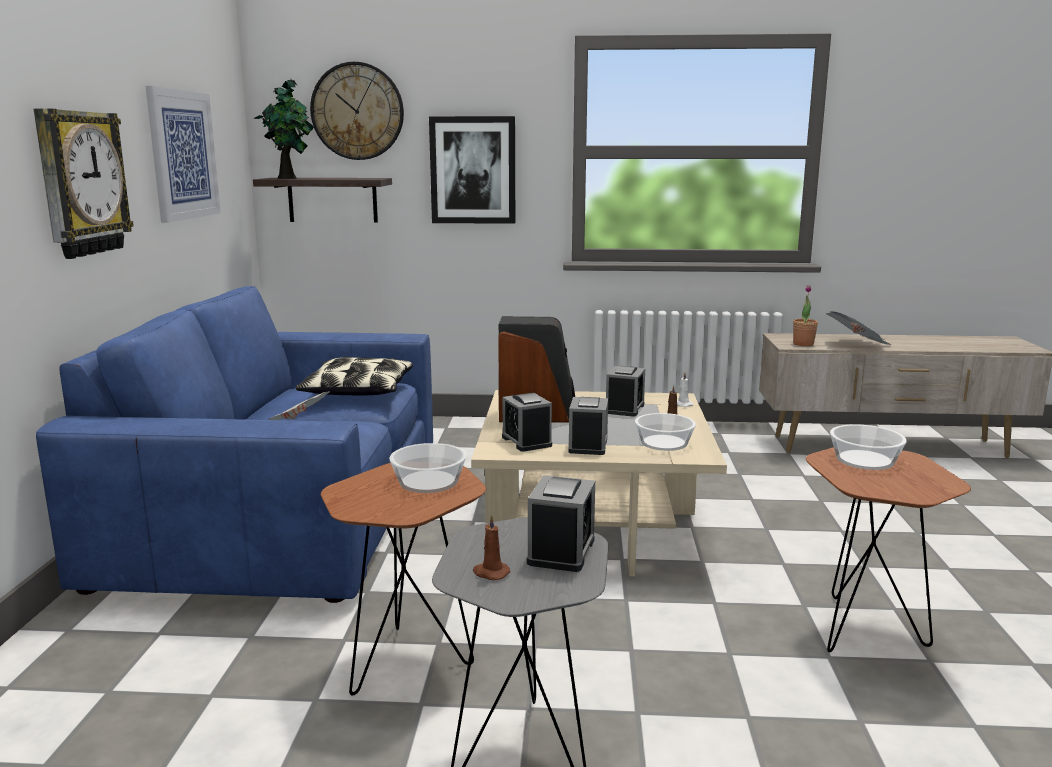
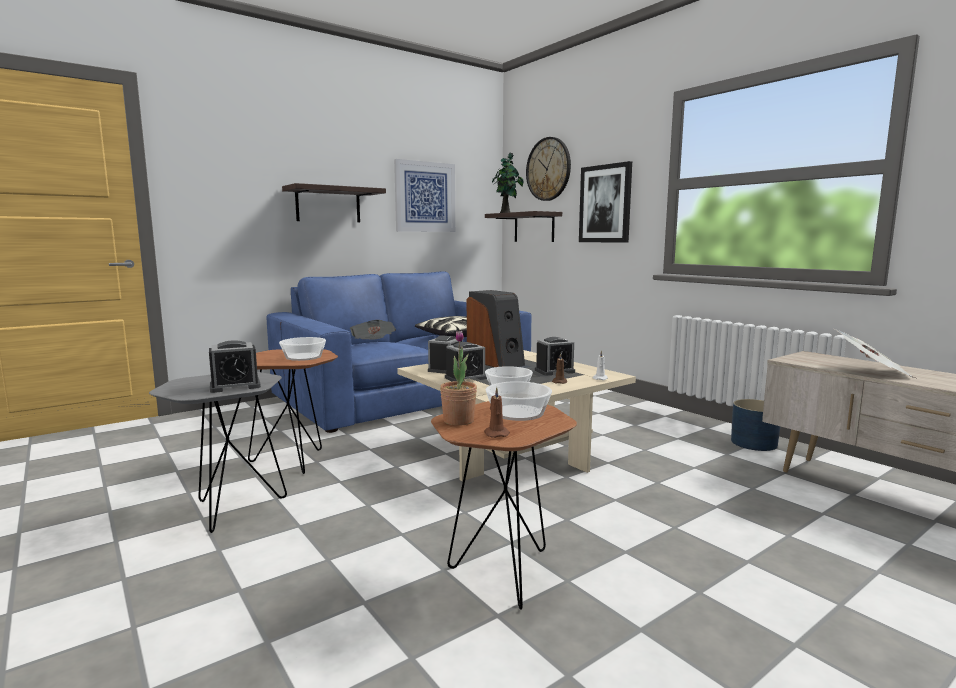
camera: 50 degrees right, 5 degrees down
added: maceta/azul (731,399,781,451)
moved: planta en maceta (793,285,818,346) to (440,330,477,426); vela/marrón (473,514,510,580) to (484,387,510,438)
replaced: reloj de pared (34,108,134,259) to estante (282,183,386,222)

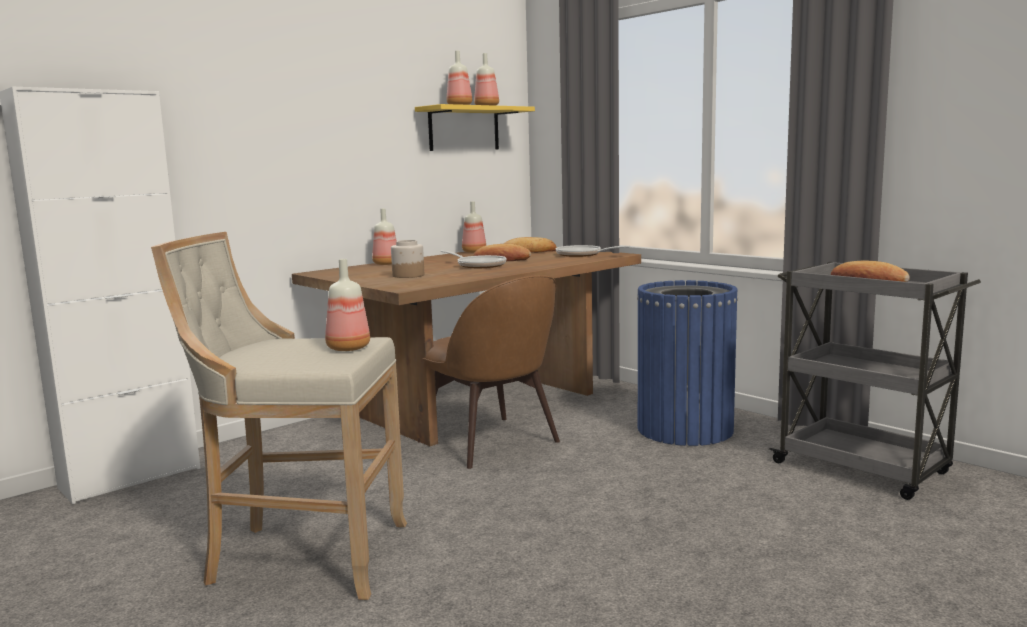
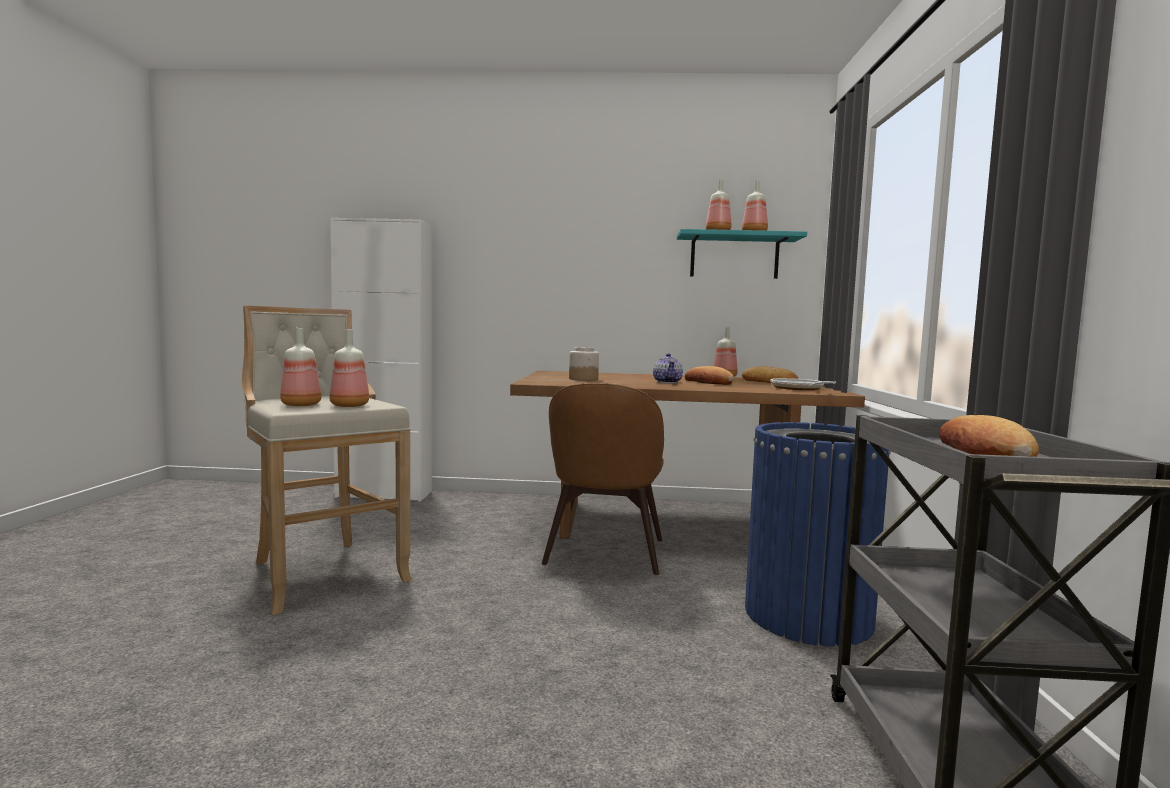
camera: 45 degrees right, 5 degrees down
moved: botella (372,208,397,265) to (280,328,321,406)
replaced: sartén (441,250,506,268) to tetera (653,353,683,383)
recoloured: estante/amarillo (415,104,535,151) to estante/turquesa (677,229,807,279)

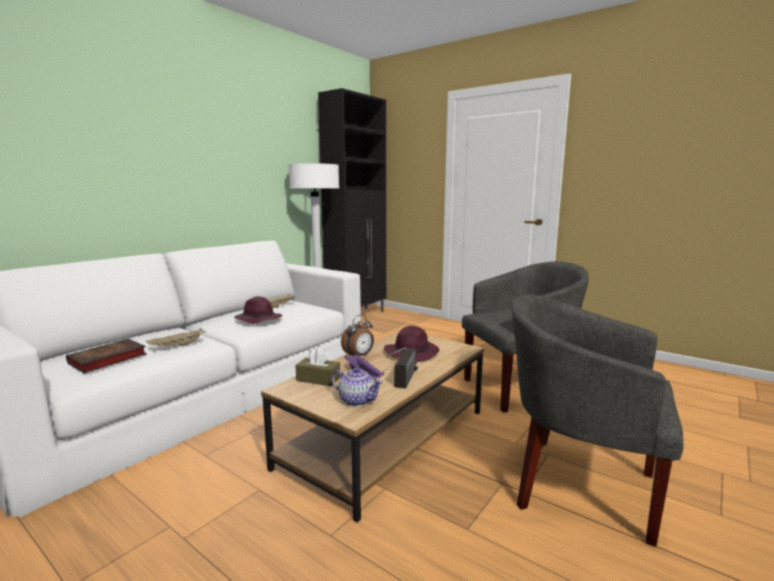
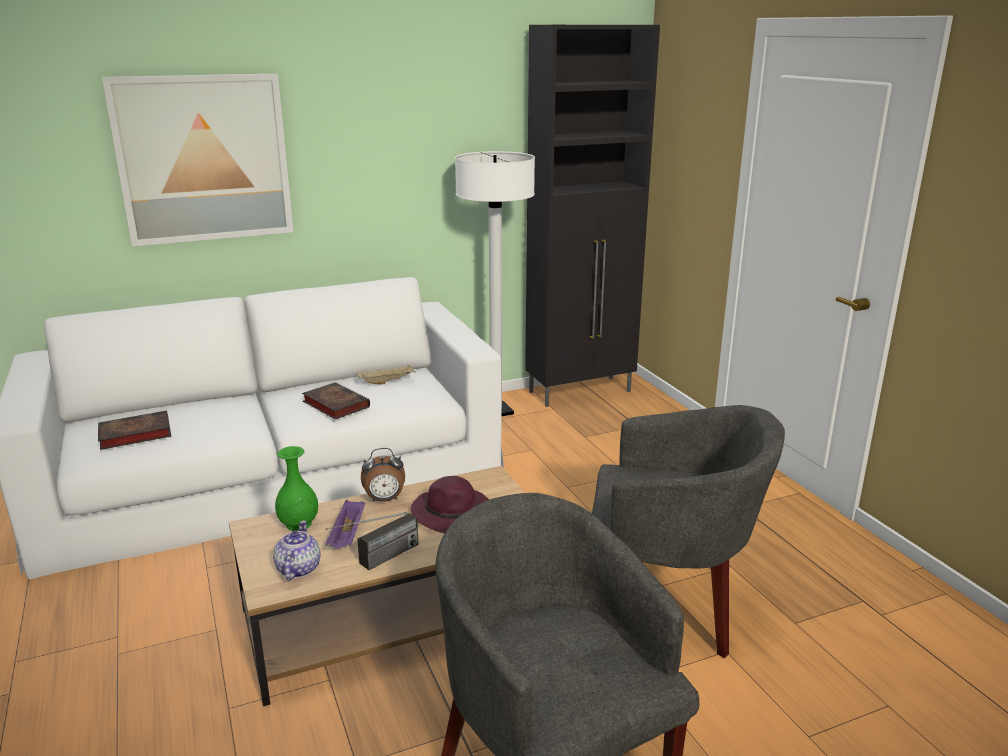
camera: 30 degrees right, 10 degrees up
removed: bandeja/beis (146,328,205,346)
added: cuadro (102,74,294,246)
replaced: sombrero/morado (234,296,283,324) to libro (302,382,370,419); caja de pañuelos/marrón (295,347,341,386) to florero/verde (275,446,318,531)
turned: tetera (332,367,383,407) = (273,521,321,580) 150 degrees counterclockwise

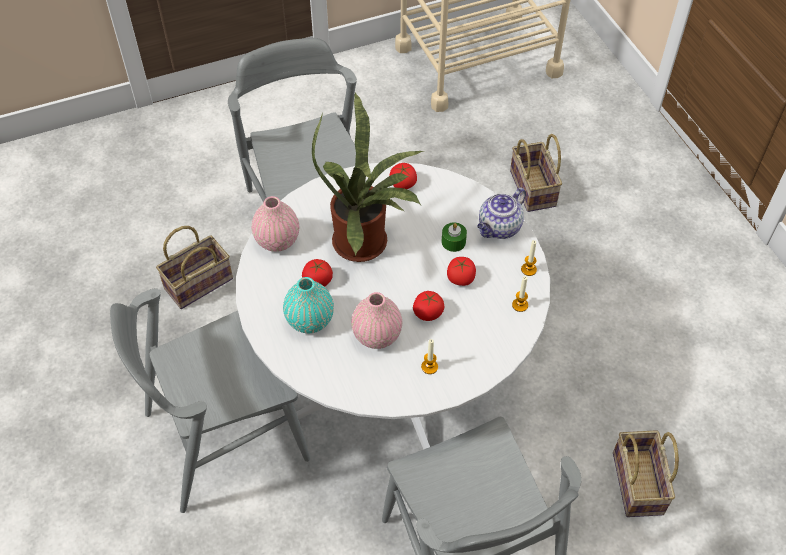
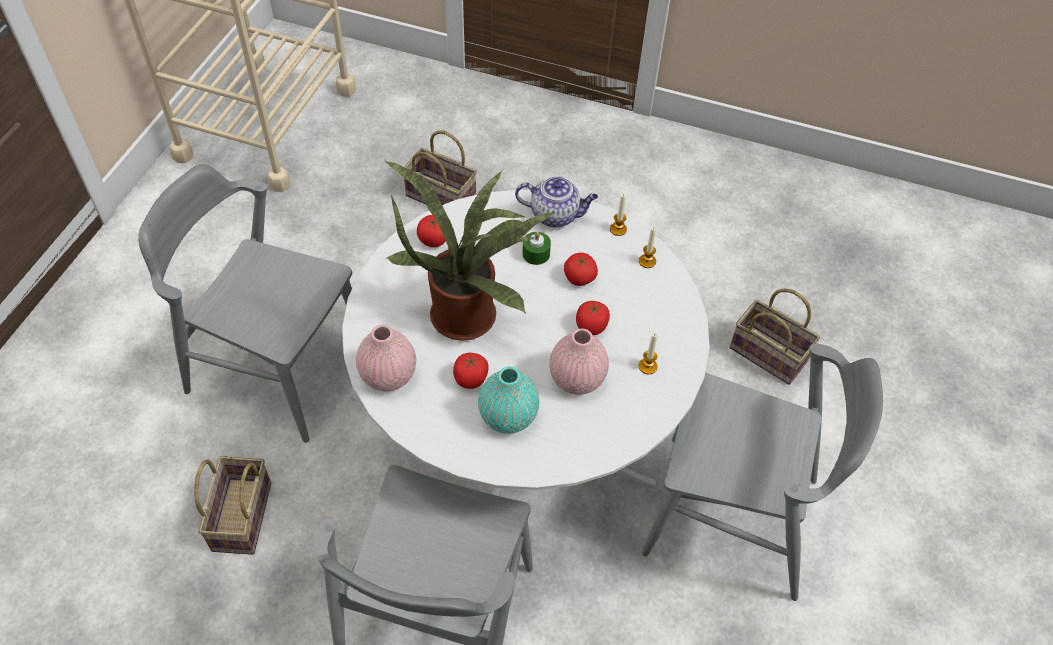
camera: 50 degrees left, 0 degrees up
turned: tetera (477,187,526,239) = (515,176,598,227) 75 degrees counterclockwise

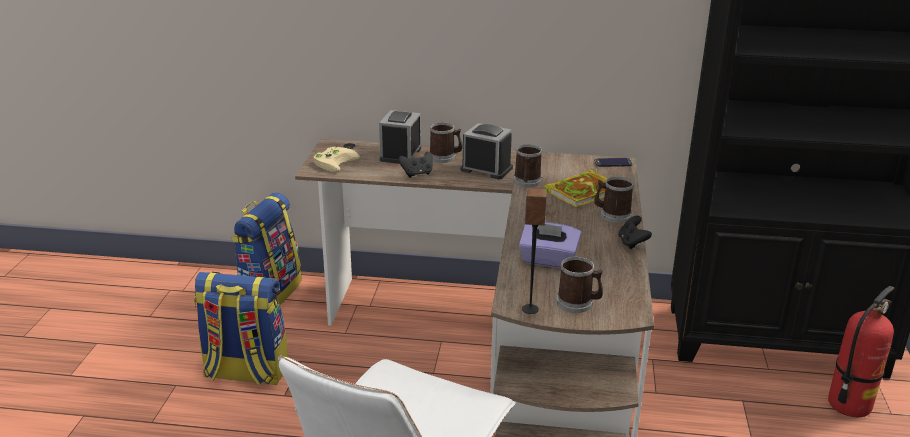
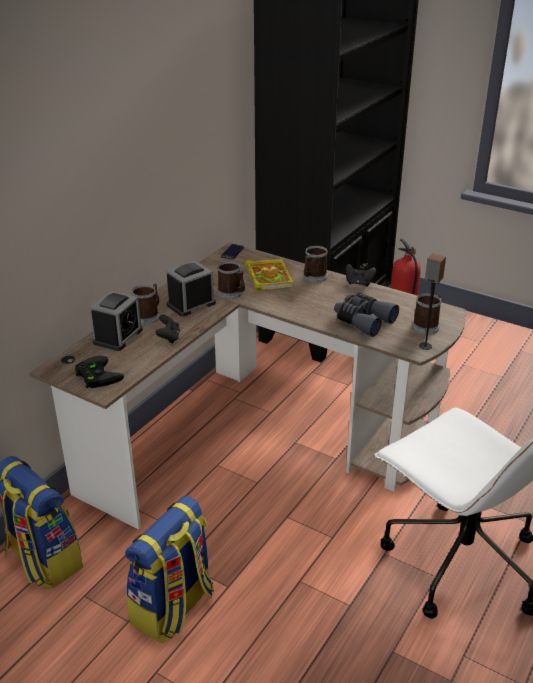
camera: 65 degrees left, 5 degrees up
replaced: caja de pañuelos/morado (519,222,581,269) to prismáticos/gris (334,292,399,337)
recoloured: mando de consola/beis (314,147,360,172) to mando de consola/negro (75,356,124,388)
turned: despertador (379,110,421,164) = (90,291,143,351) 105 degrees counterclockwise

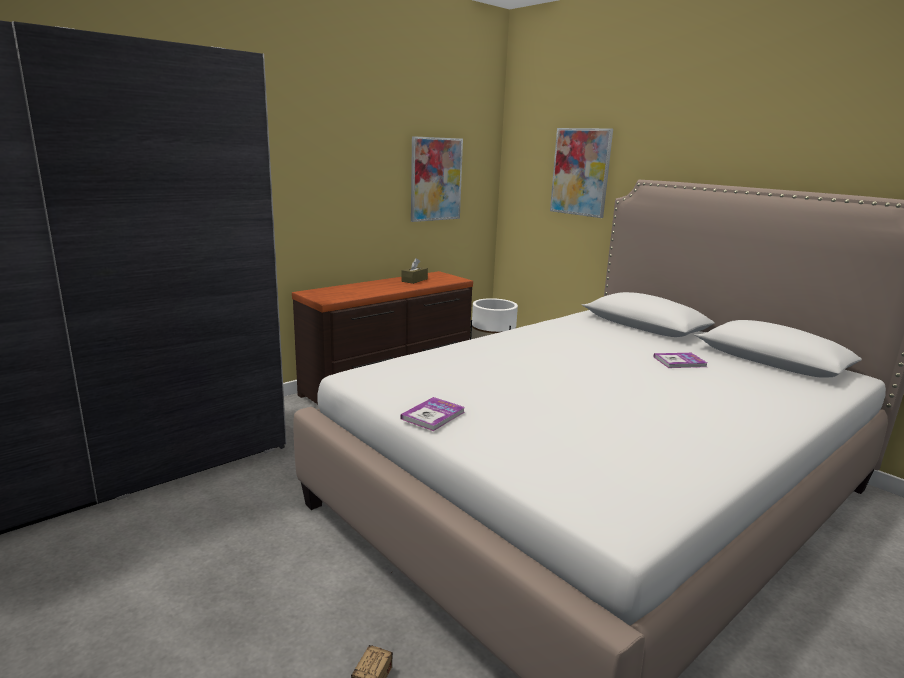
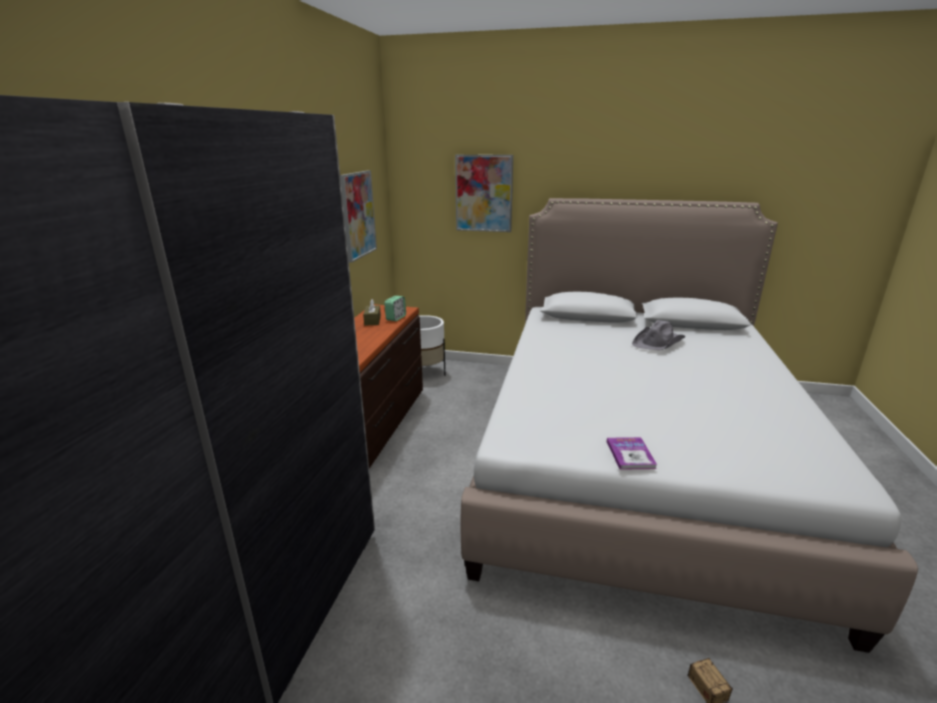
camera: 35 degrees left, 5 degrees up
added: despertador (384,296,406,321)
replaced: libro (653,353,707,368) to sombrero/gris (632,320,685,350)

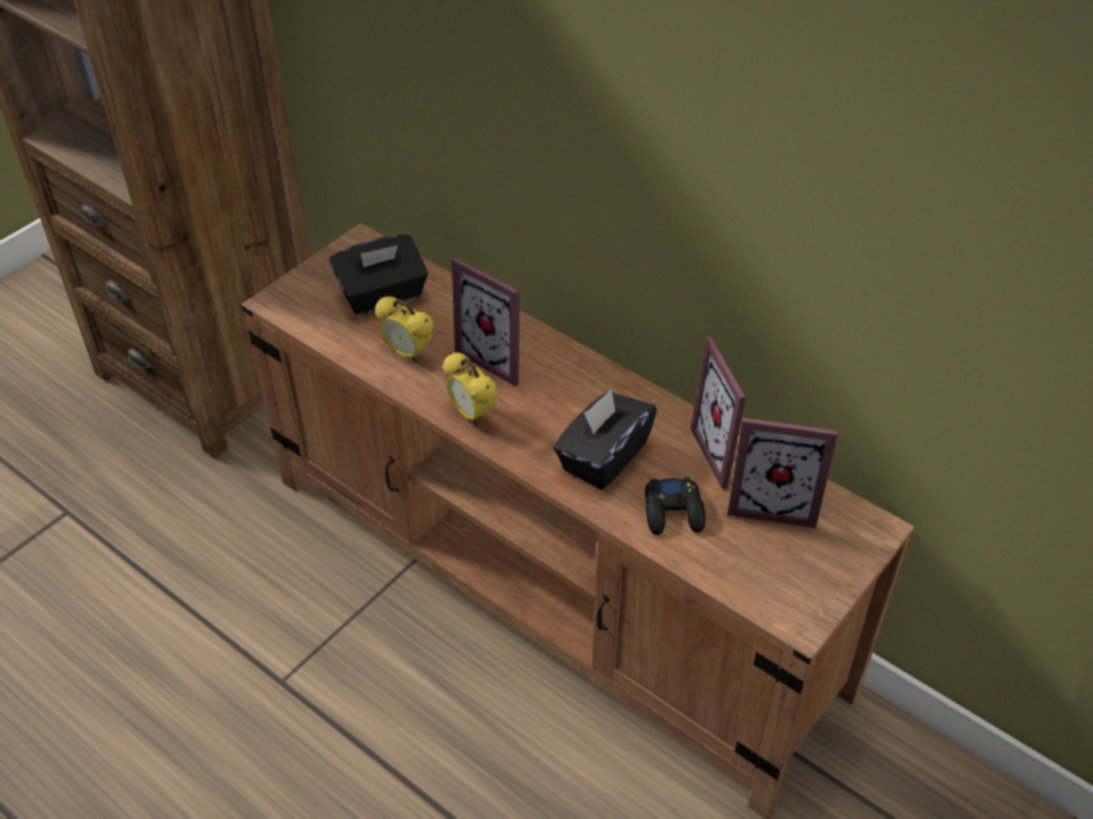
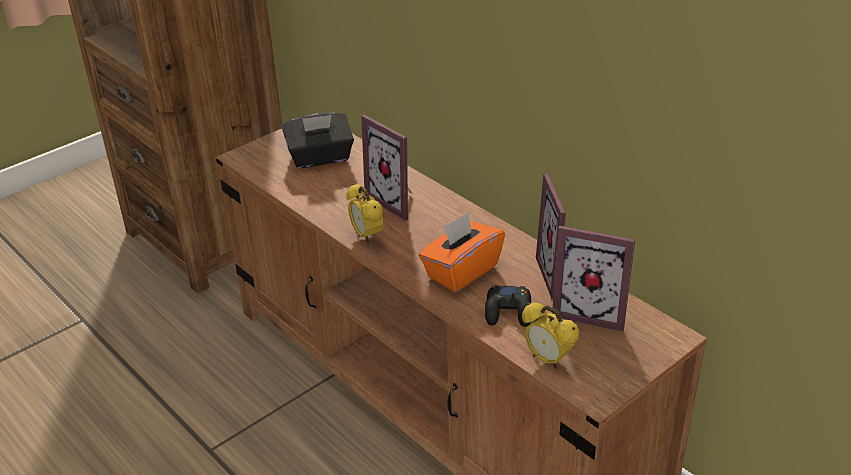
camera: 10 degrees right, 10 degrees down
moved: despertador (375,296,434,363) to (522,302,579,369)
recoloured: caja de pañuelos/negro (553,389,657,490) to caja de pañuelos/naranja (419,213,505,292)

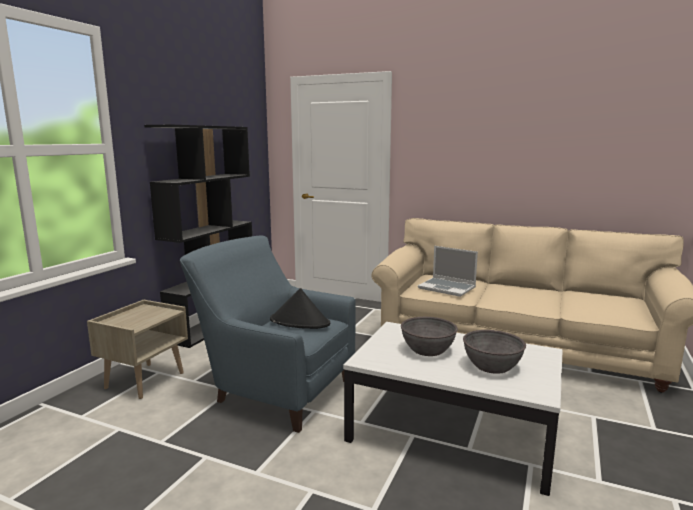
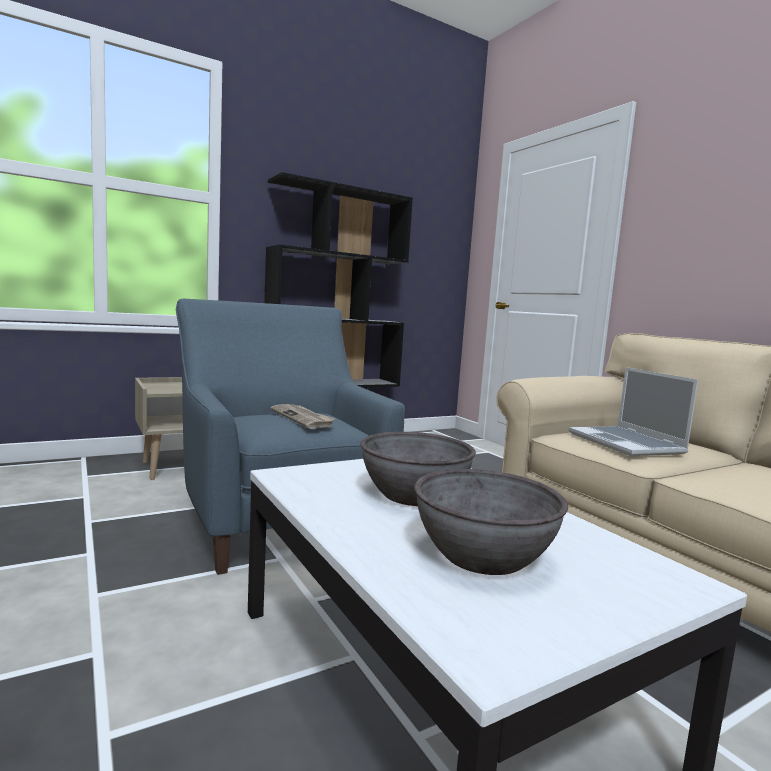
camera: 35 degrees right, 5 degrees down
replaced: sombrero/negro (270,288,330,329) to periódico (270,404,336,429)

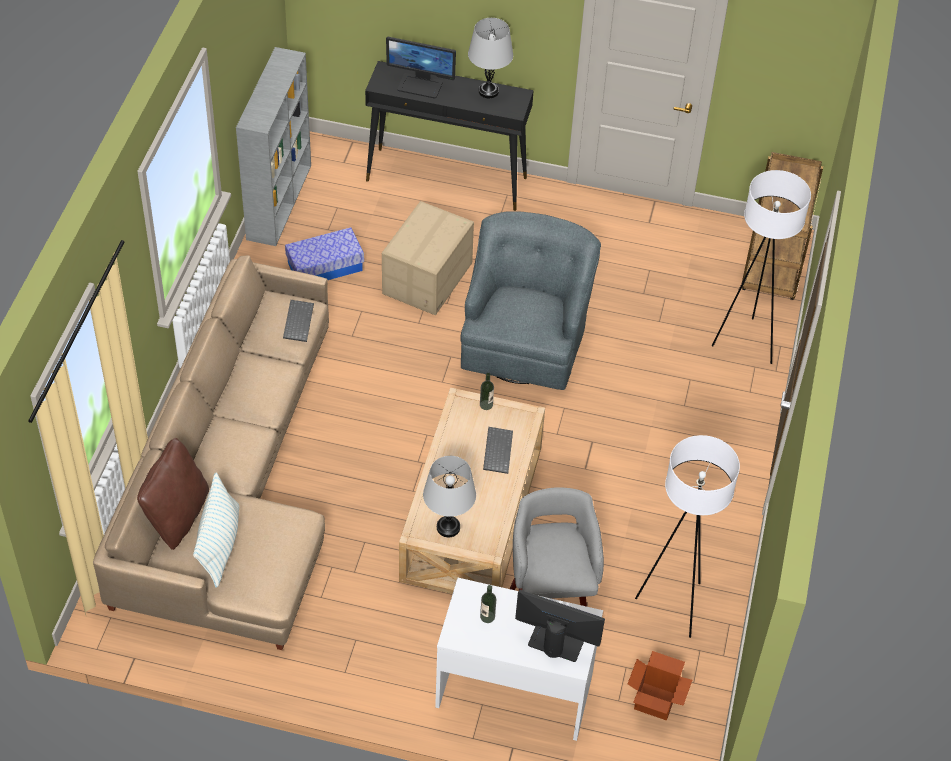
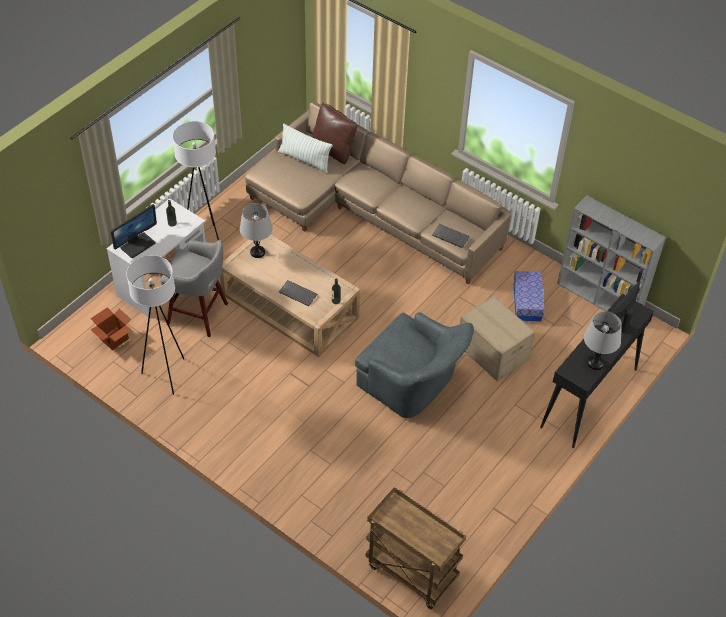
camera: 115 degrees right, 0 degrees up
moved: lámpara de pie/blanco (712,170,811,364) to (172,121,219,240)

